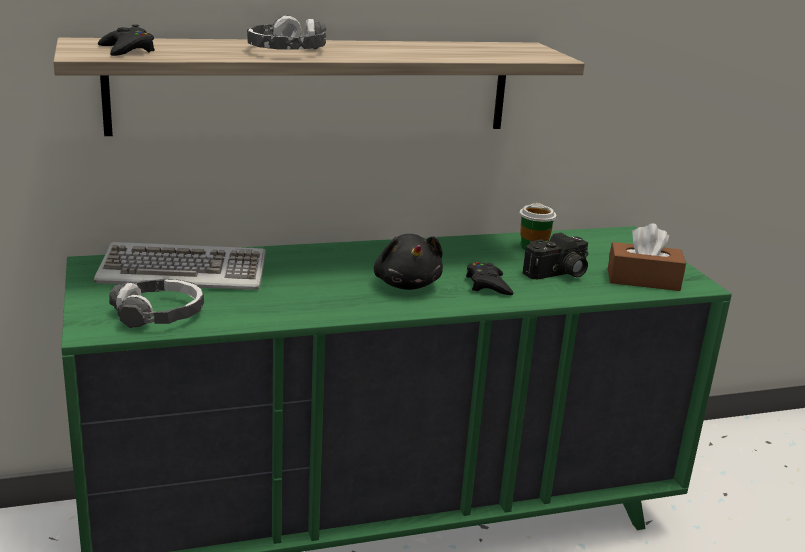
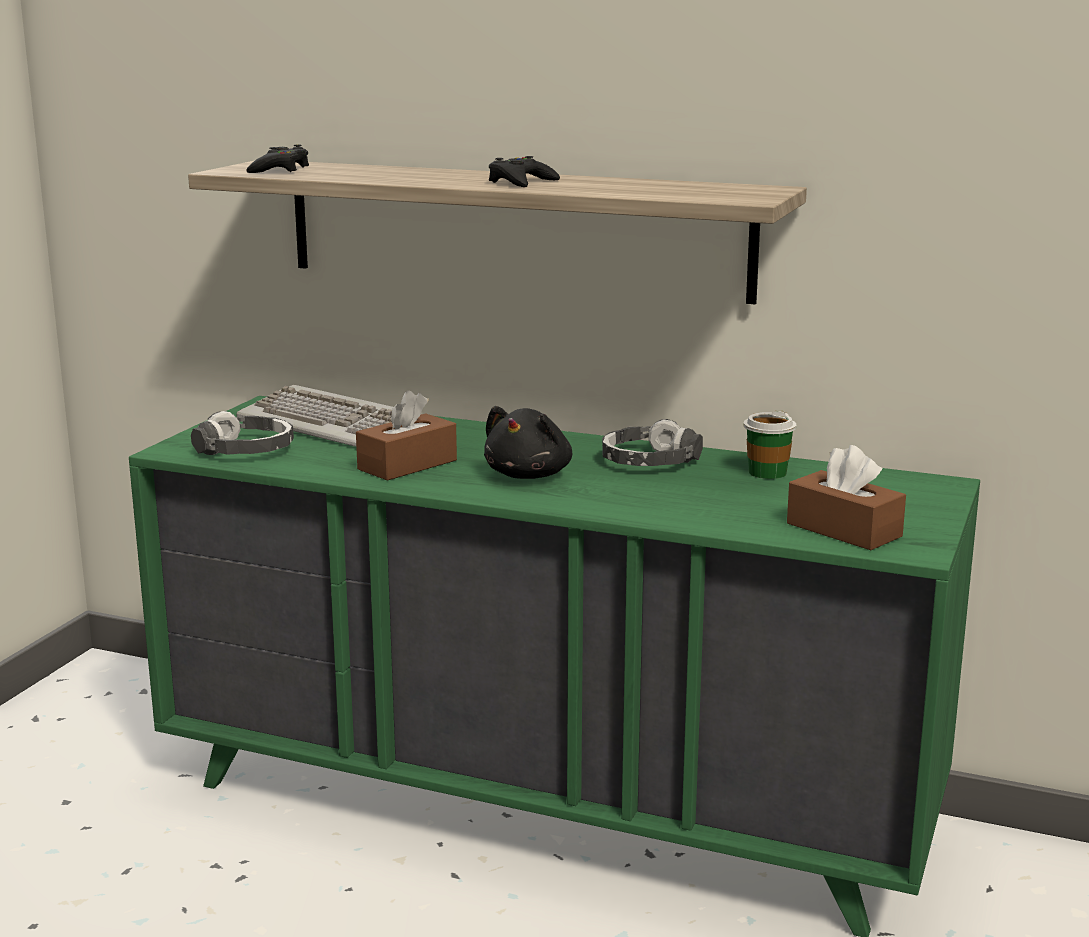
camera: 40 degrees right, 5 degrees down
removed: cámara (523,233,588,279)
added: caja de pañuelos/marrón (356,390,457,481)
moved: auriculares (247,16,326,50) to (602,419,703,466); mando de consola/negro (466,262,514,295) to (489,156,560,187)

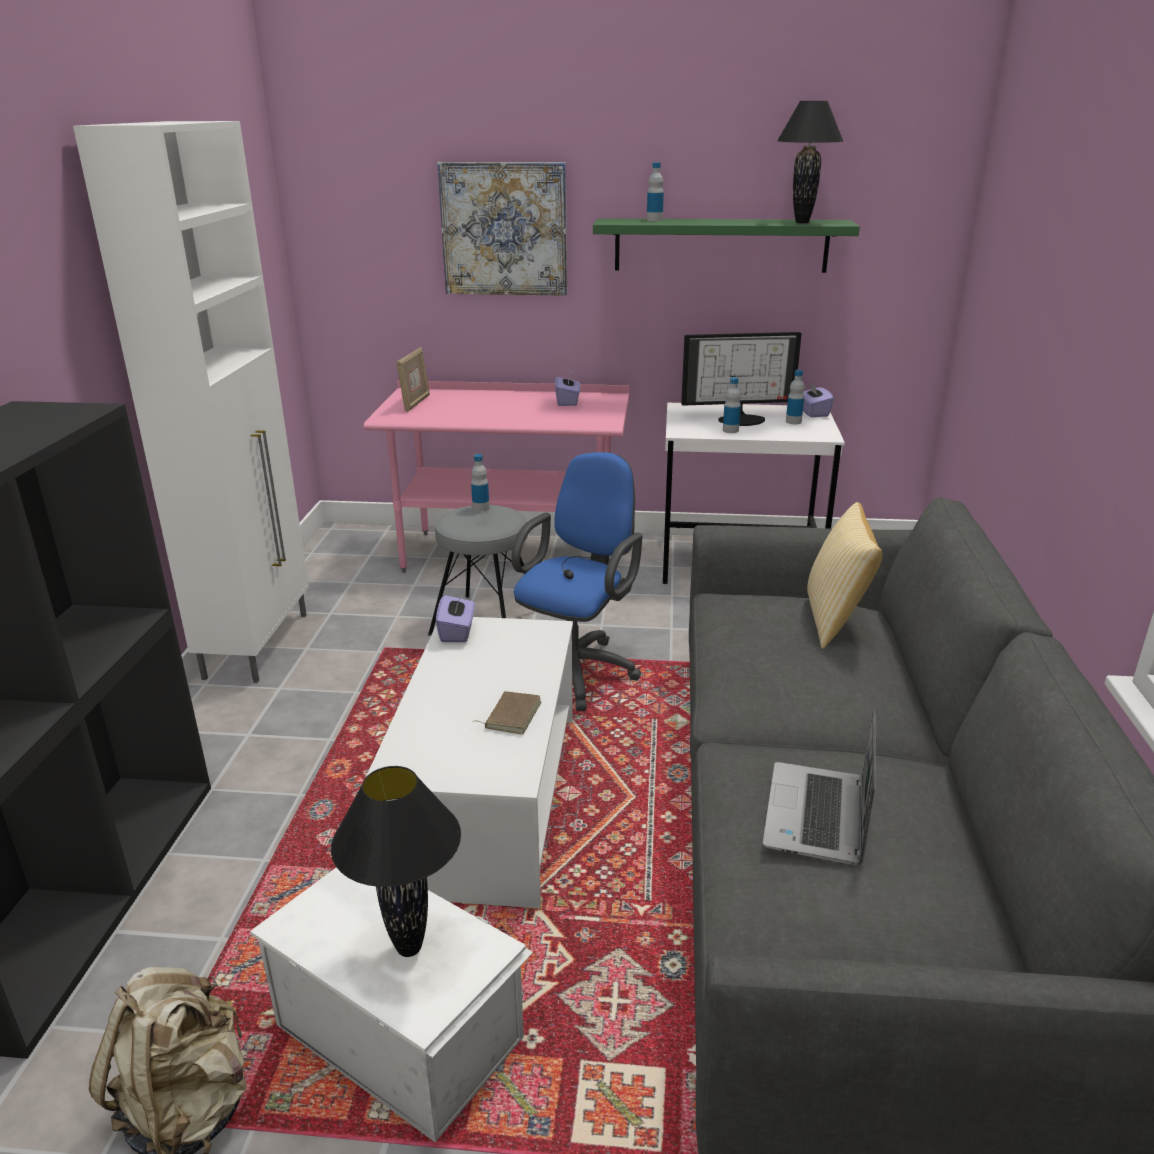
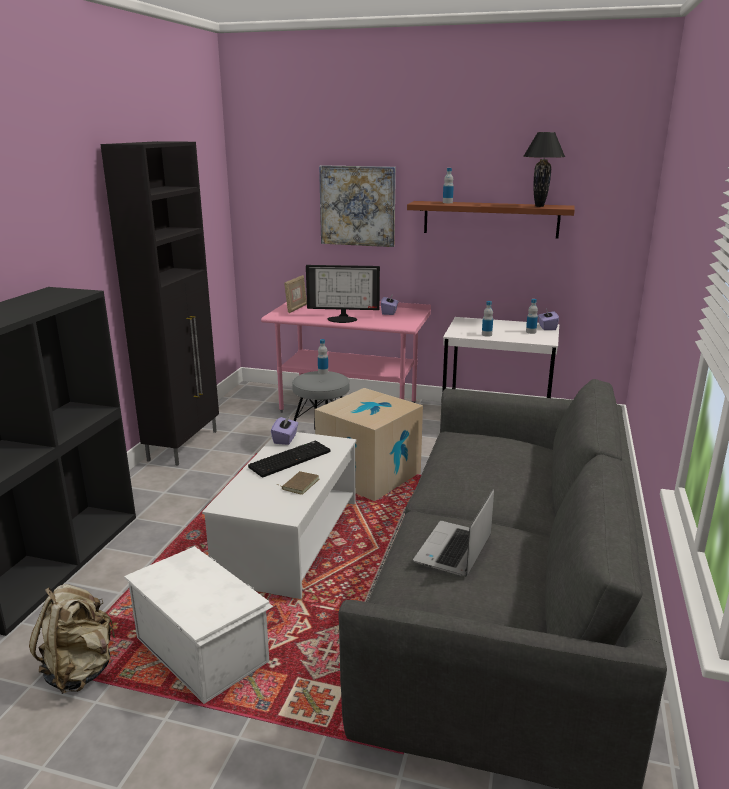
camera: 10 degrees right, 5 degrees down
removed: cojín (807,502,882,649); lámpara de mesa/negro (331,766,461,957)
added: teclado (248,440,330,478)
moved: monitor (681,332,802,426) to (306,265,380,323)
replaced: silla de oficina/azul (512,452,642,711) to caja de cartón (315,388,423,501)
recoloured: armario/blanco (73,121,309,683) to armario/negro (100,141,219,466); estante/verde (593,218,860,273) to estante/marrón (407,201,575,238)

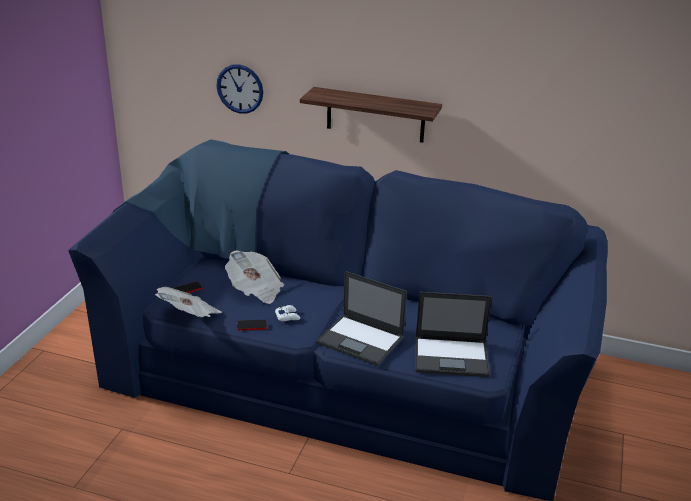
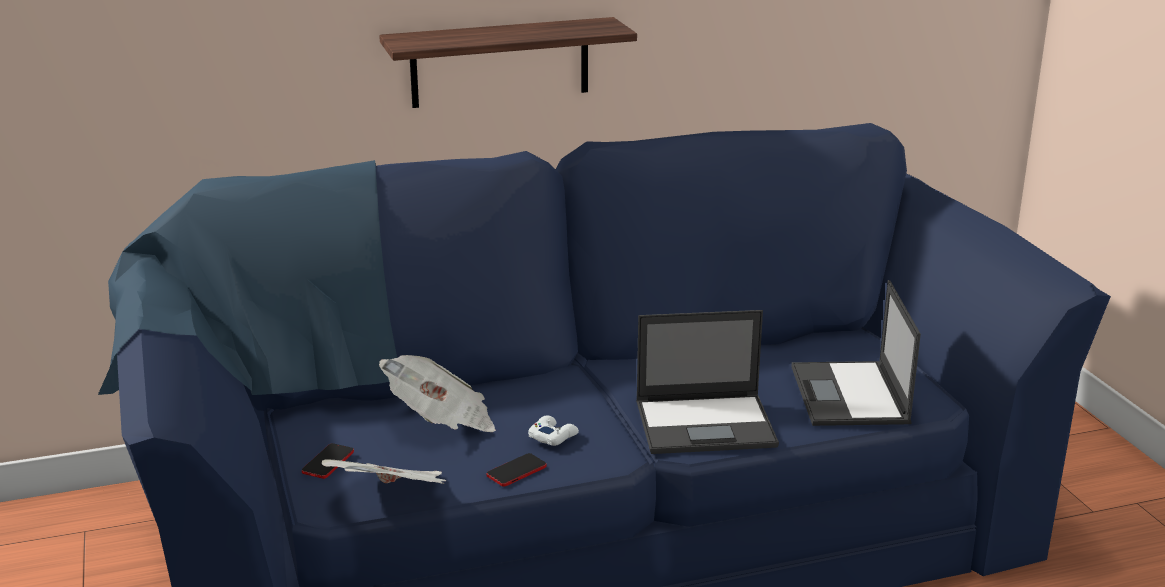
camera: 35 degrees left, 5 degrees down
removed: reloj de pared (216,64,263,114)
turned: portátil (415,292,492,377) = (792,280,921,426) 120 degrees clockwise

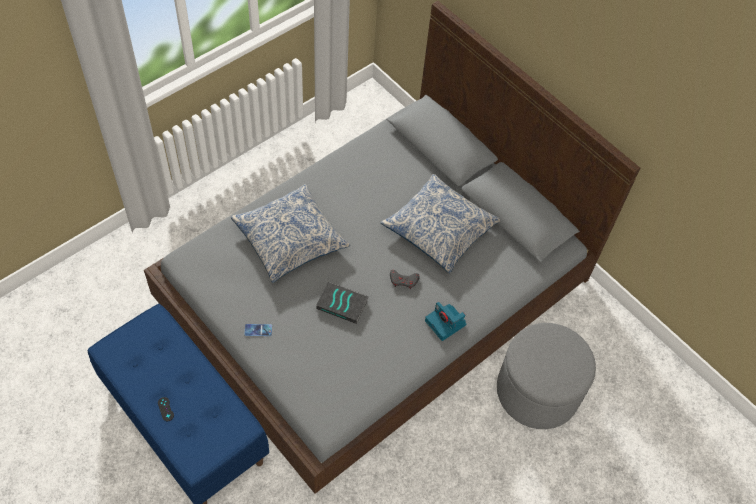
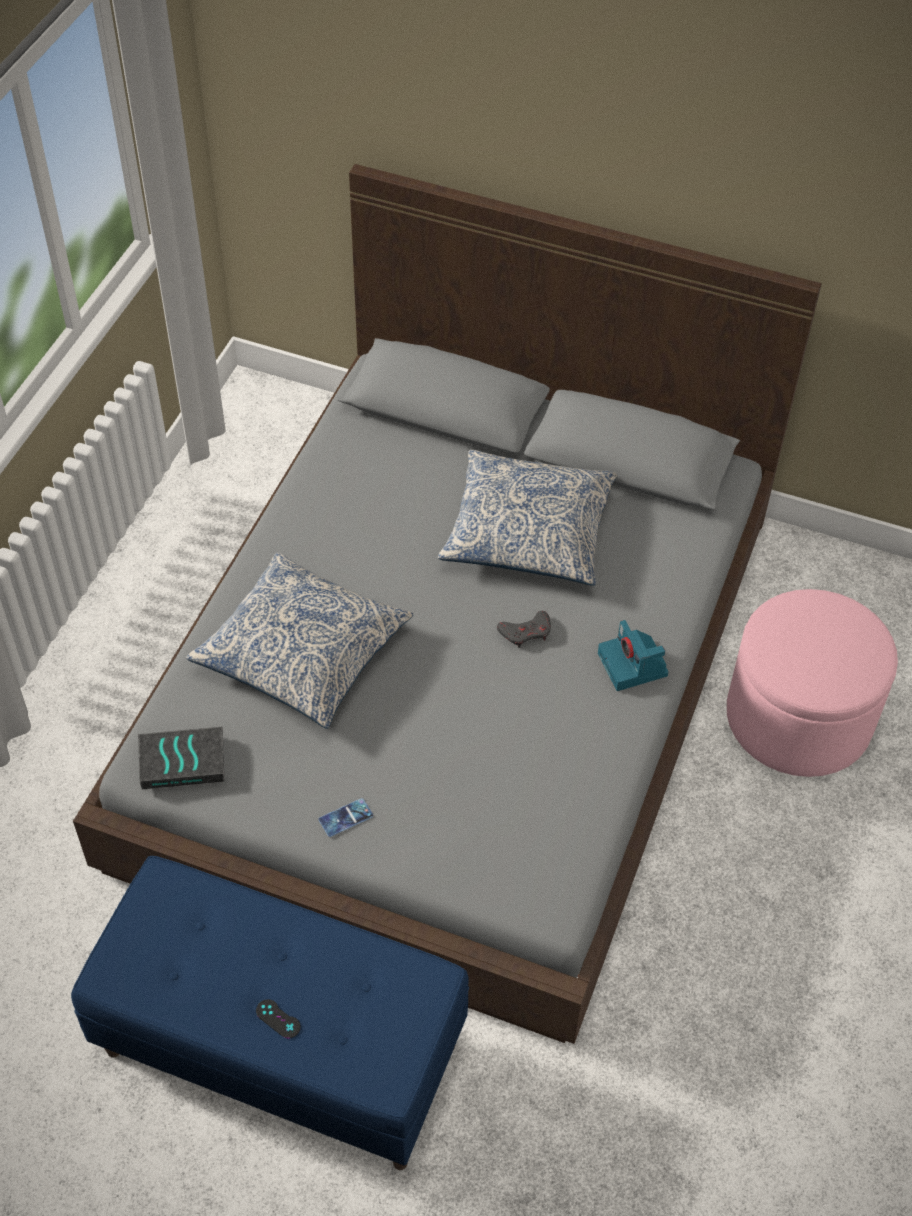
camera: 25 degrees left, 5 degrees down
moved: libro (316,281,369,324) to (138,727,225,789)
recoloured: puf/gris (497,323,596,429) to puf/rosa (727,589,898,777)
turned: cámara (425,302,467,341) = (598,620,668,691) 45 degrees clockwise

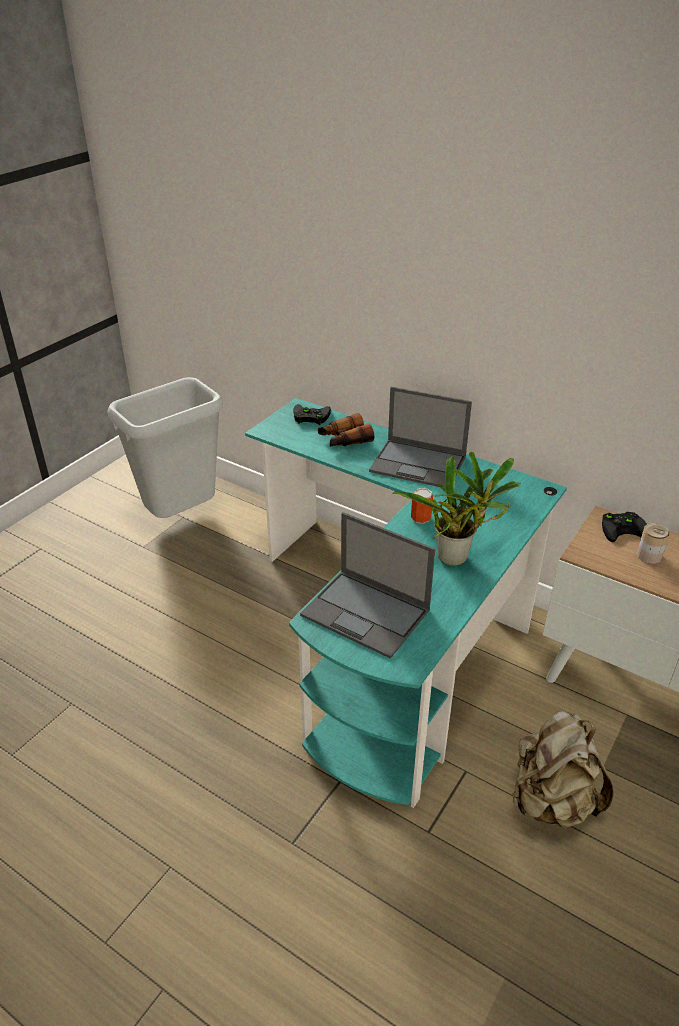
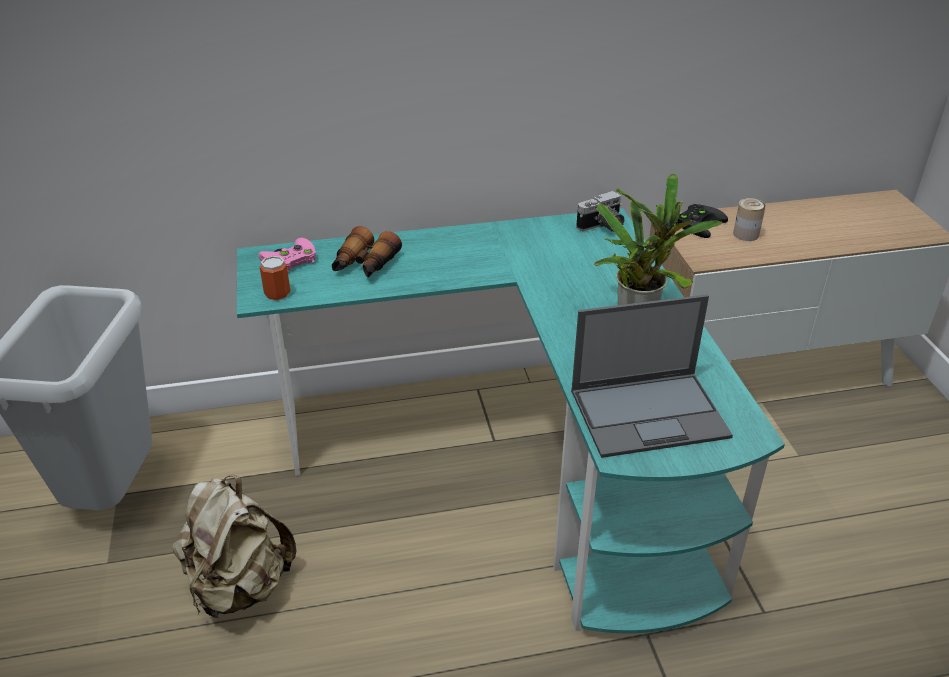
camera: 45 degrees left, 0 degrees up
removed: portátil (369,387,472,487)
added: cámara (576,191,624,232)
moved: lata (411,488,433,524) to (260,256,290,301); mochila/beis (511,710,614,829) to (172,475,296,619)
recoloured: mando de consola/negro (293,404,331,425) to mando de consola/rosa (259,238,316,273)

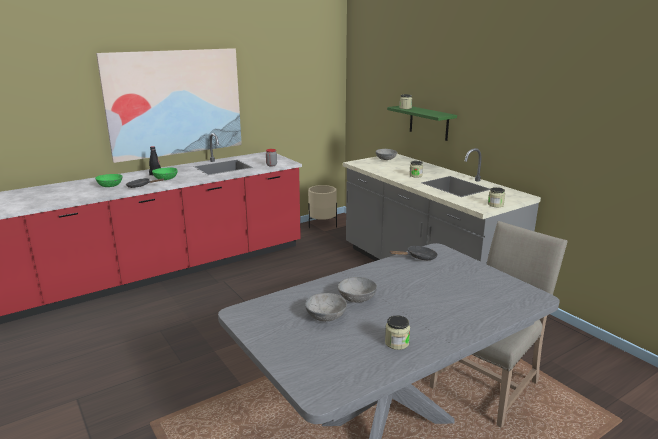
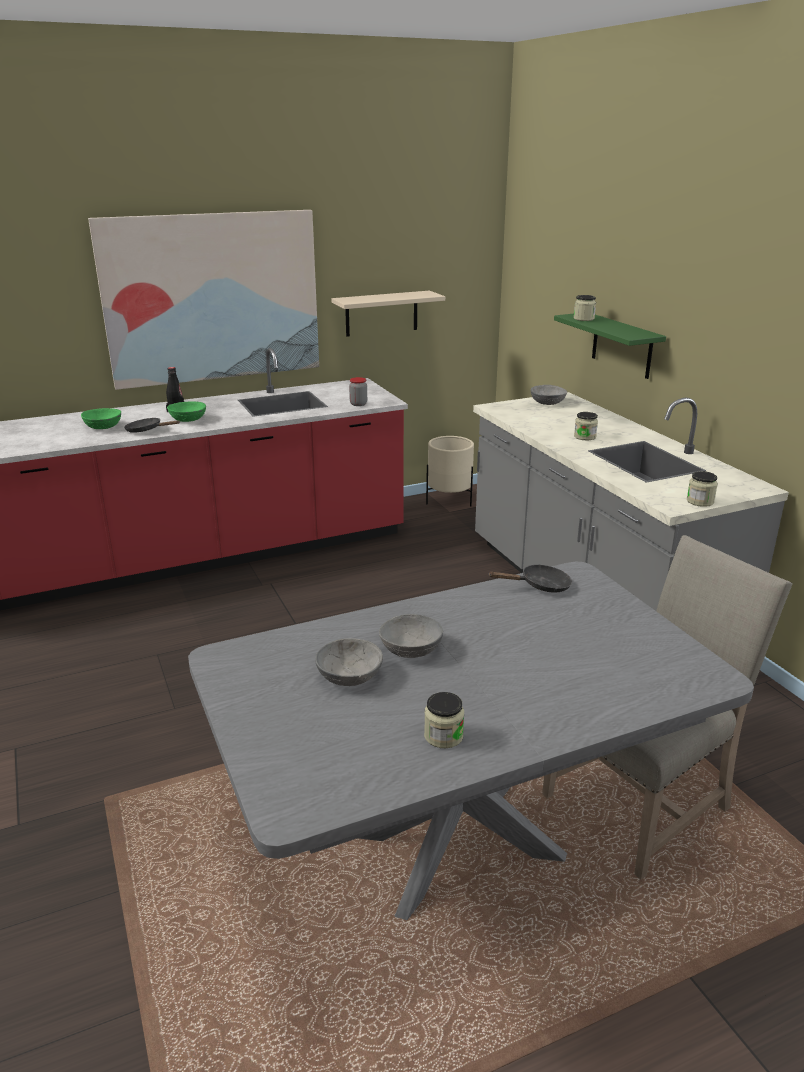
camera: 10 degrees right, 5 degrees up
added: estante/beis (331,291,445,337)

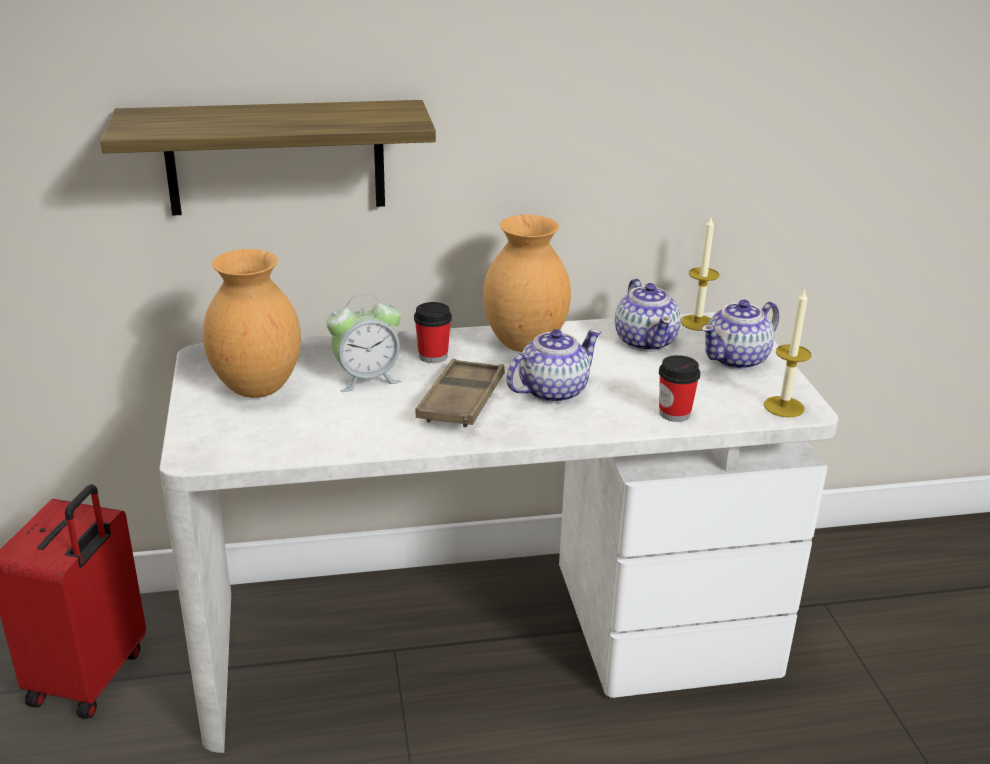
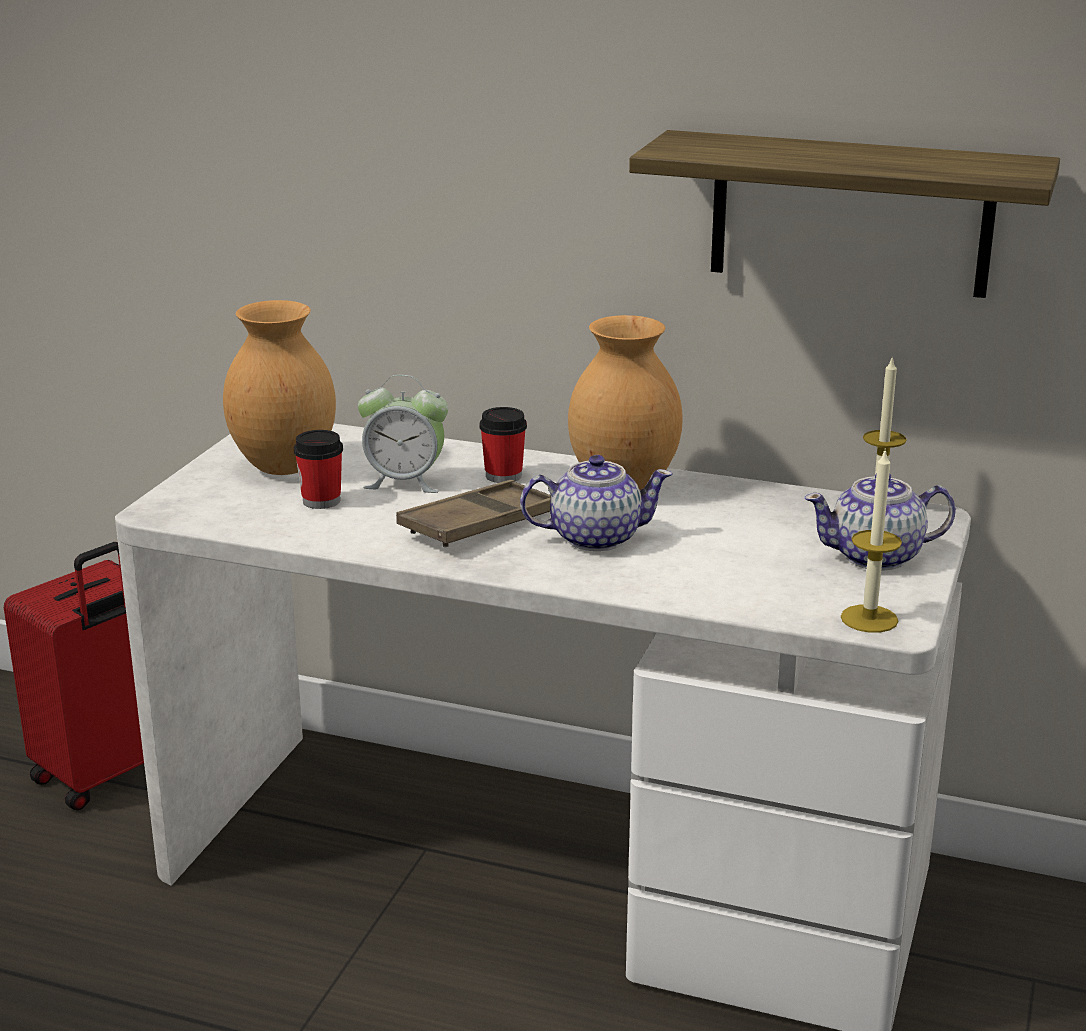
camera: 30 degrees right, 5 degrees down
removed: tetera (615,279,681,351)
moved: estante (100,100,436,216) to (629,130,1060,298); taza (659,355,700,422) to (294,430,343,509)

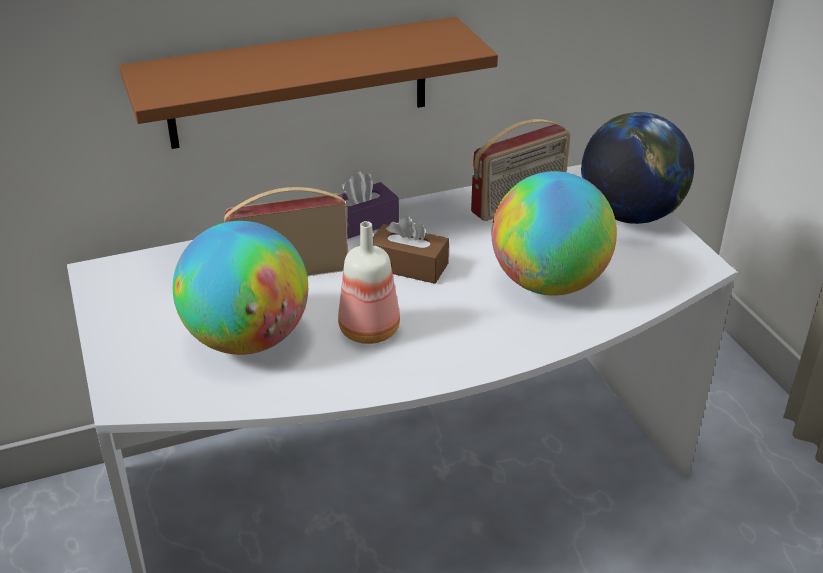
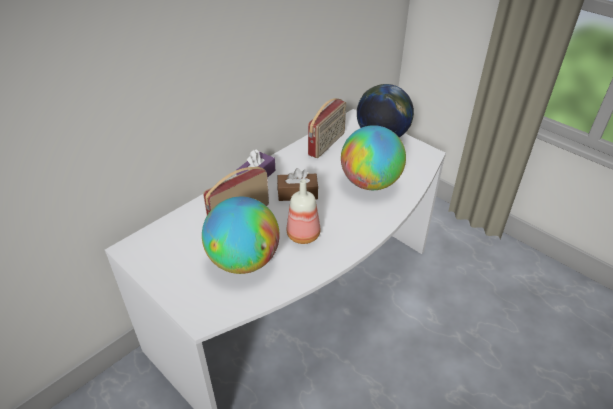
camera: 25 degrees left, 5 degrees up
removed: estante/marrón (120,17,498,149)

